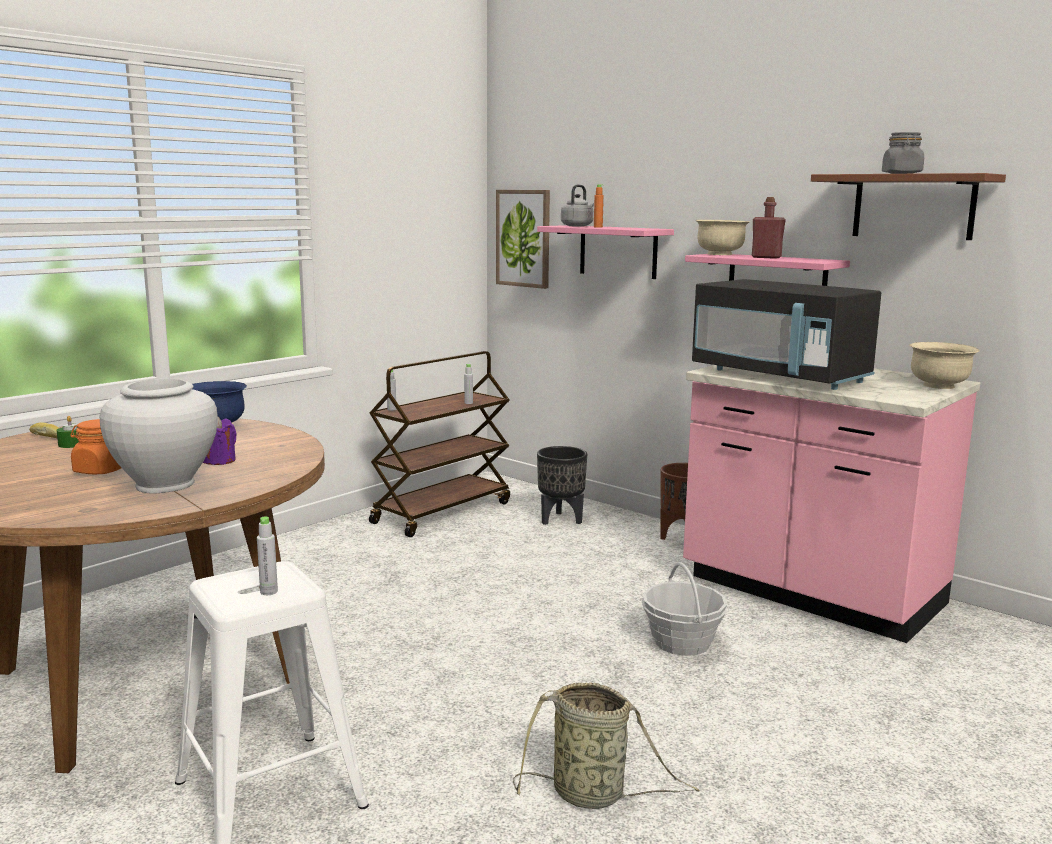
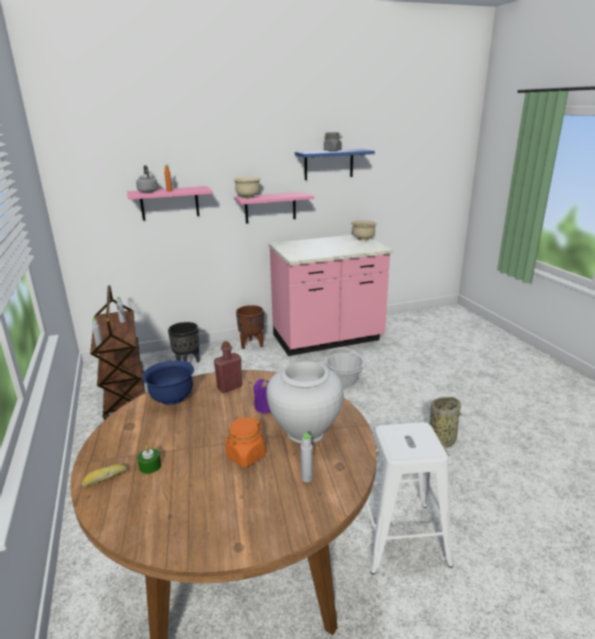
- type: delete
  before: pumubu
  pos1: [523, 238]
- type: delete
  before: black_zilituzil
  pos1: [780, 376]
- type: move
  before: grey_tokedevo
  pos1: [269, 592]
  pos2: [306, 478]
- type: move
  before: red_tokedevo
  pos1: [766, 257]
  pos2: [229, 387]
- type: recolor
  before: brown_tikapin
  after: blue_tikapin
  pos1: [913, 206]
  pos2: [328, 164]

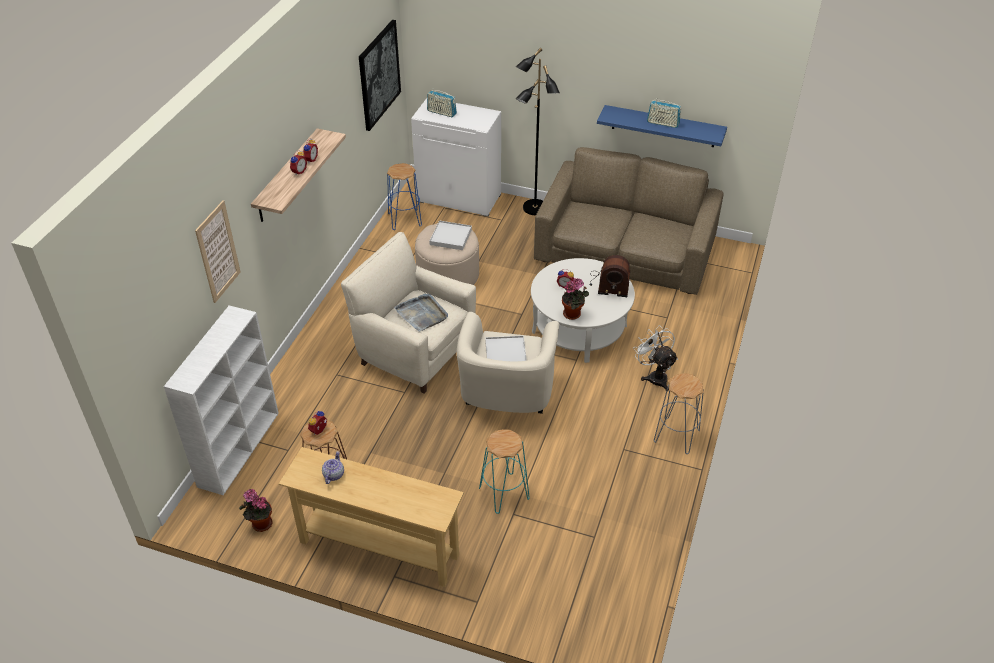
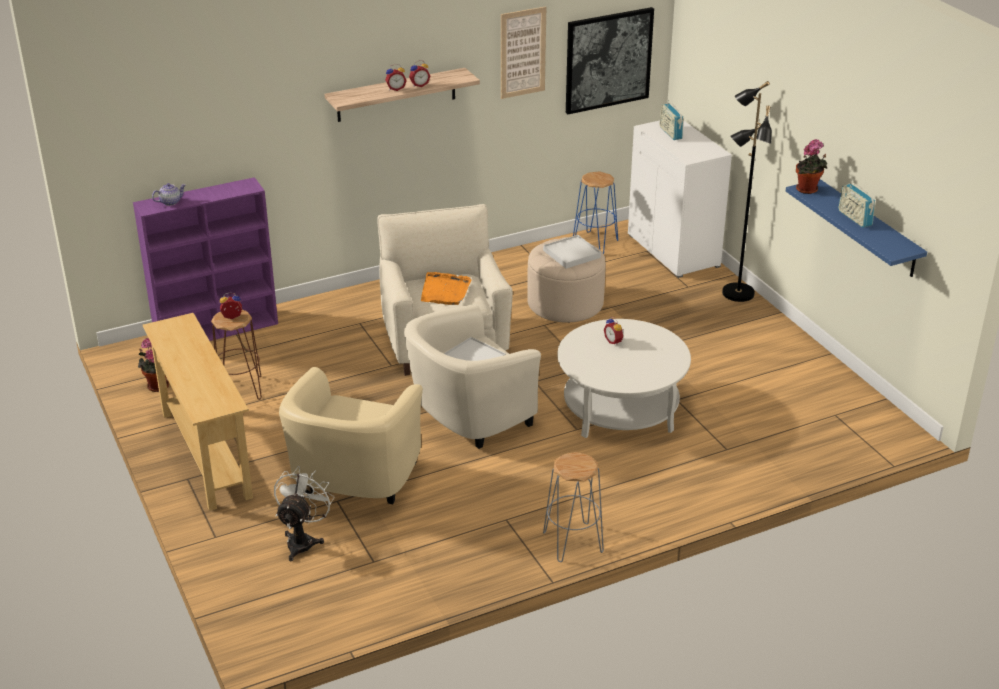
- type: delete
  before: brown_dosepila
  pos1: [625, 250]
- type: delete
  before: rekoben
  pos1: [608, 284]
- type: move
  before: pumubu
  pos1: [218, 252]
  pos2: [523, 52]
- type: move
  before: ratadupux
  pos1: [333, 474]
  pos2: [170, 202]
- type: move
  before: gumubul
  pos1: [573, 314]
  pos2: [808, 190]
- type: move
  before: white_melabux
  pos1: [654, 376]
  pos2: [303, 540]
- type: replace
  before: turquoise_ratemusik
  after: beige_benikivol
  pos1: [503, 493]
  pos2: [353, 482]
- type: recolor
  before: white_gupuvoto
  after: purple_gupuvoto
  pos1: [239, 448]
  pos2: [218, 330]
- type: recolor
  before: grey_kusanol
  after: orange_kusanol
  pos1: [422, 314]
  pos2: [445, 291]

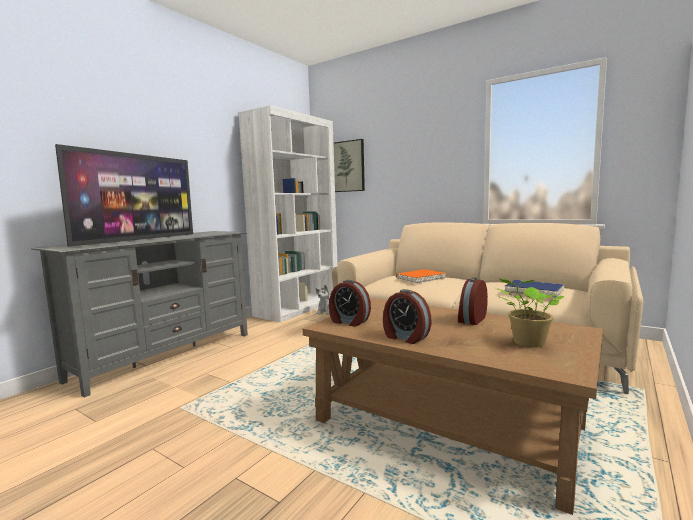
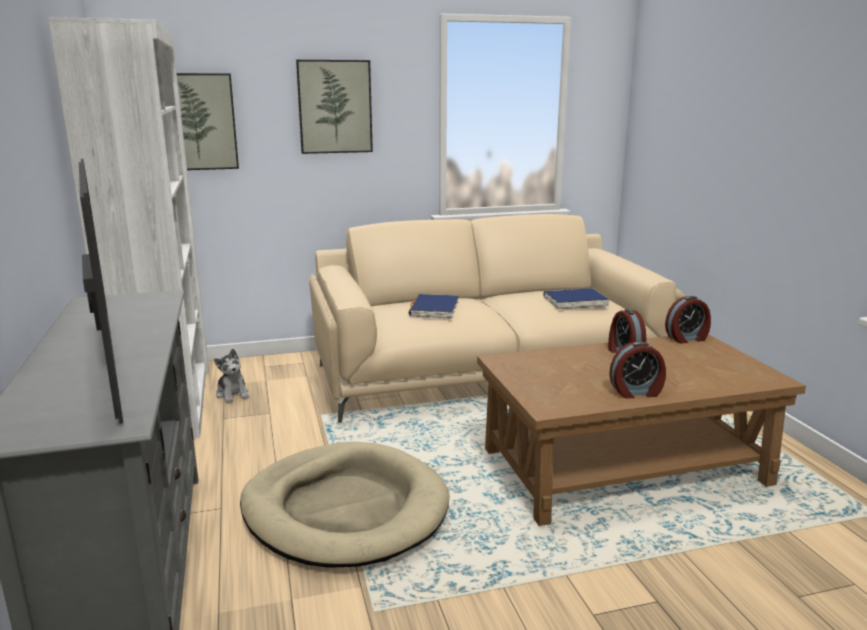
- type: delete
  before: gumubul
  pos1: [527, 343]
- type: insert
  after: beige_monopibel
  pos2: [345, 510]
- type: insert
  after: pumubu
  pos2: [335, 107]
- type: move
  before: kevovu
  pos1: [349, 322]
  pos2: [687, 339]
- type: recolor
  before: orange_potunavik
  after: blue_potunavik
  pos1: [420, 278]
  pos2: [434, 309]

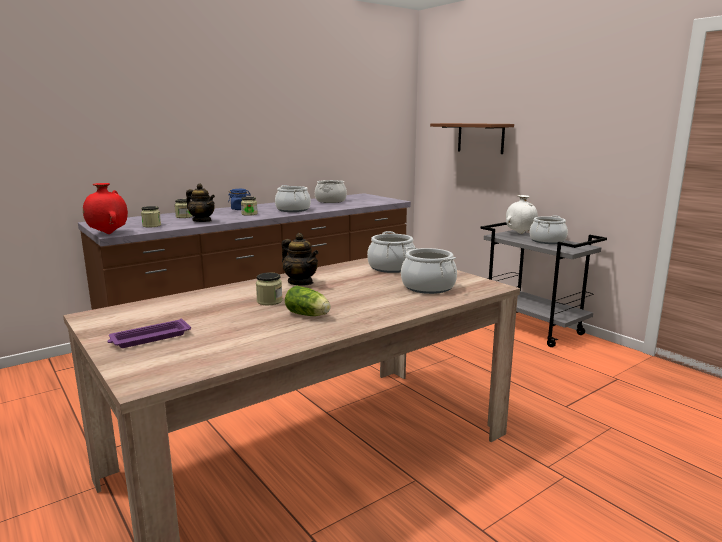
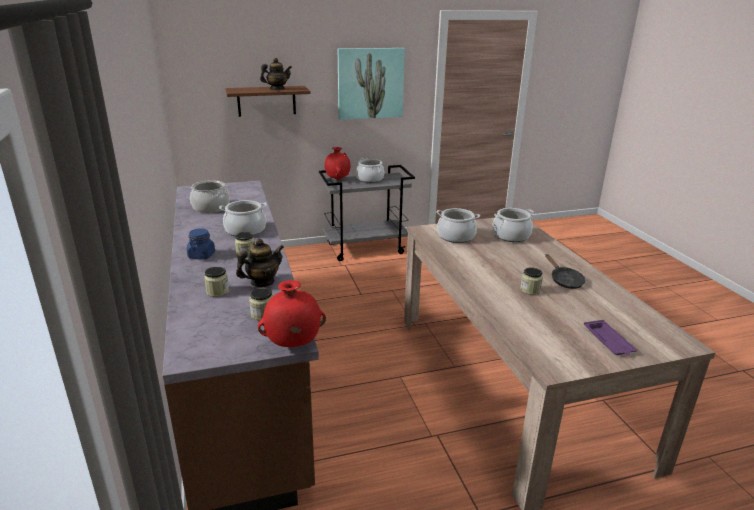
- type: insert
  after: pumubu
  pos2: [370, 83]
- type: move
  before: ratadupux
  pos1: [300, 282]
  pos2: [277, 89]
- type: replace
  before: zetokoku
  after: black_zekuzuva
  pos1: [309, 315]
  pos2: [564, 280]
- type: recolor
  before: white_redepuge
  after: red_redepuge
  pos1: [520, 233]
  pos2: [337, 179]

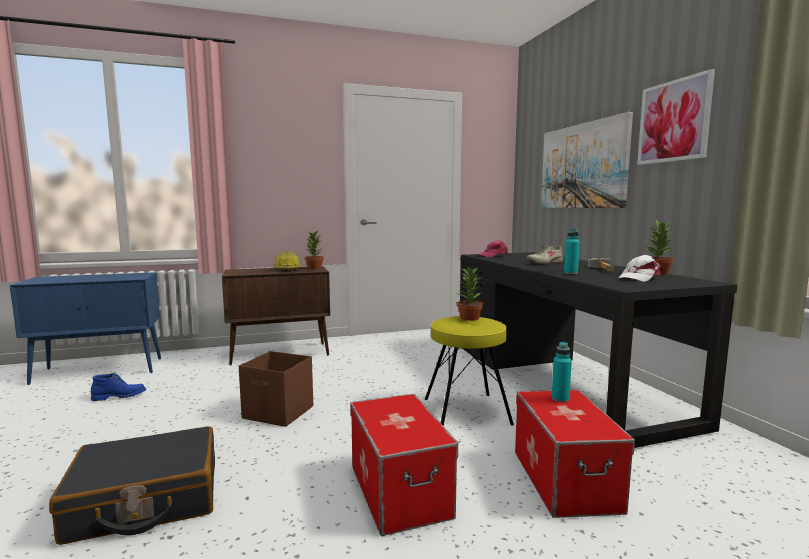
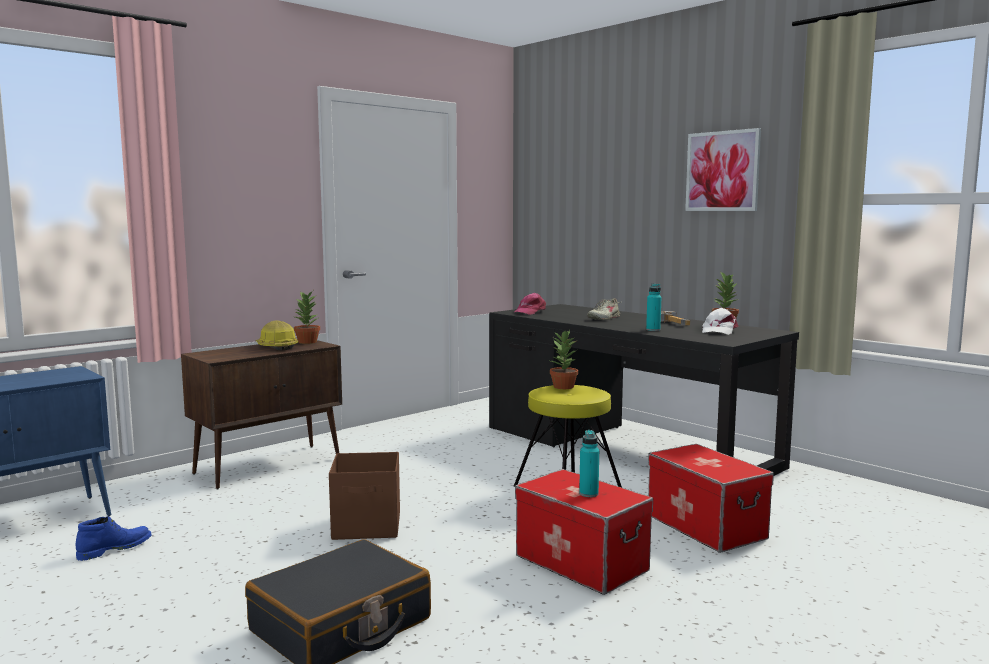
- type: delete
  before: pumubu
  pos1: [582, 166]
- type: move
  before: turquoise_tokedevo
  pos1: [560, 399]
  pos2: [588, 494]

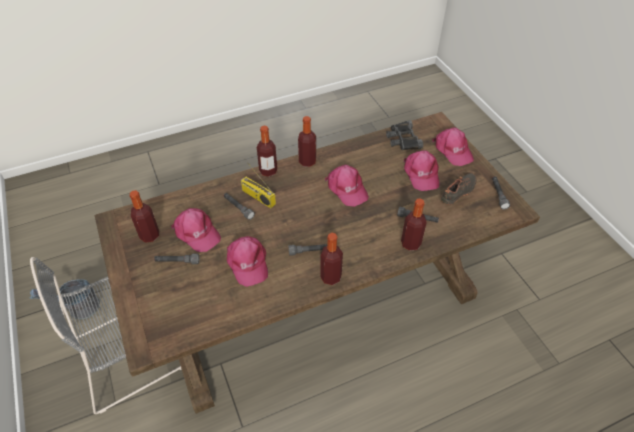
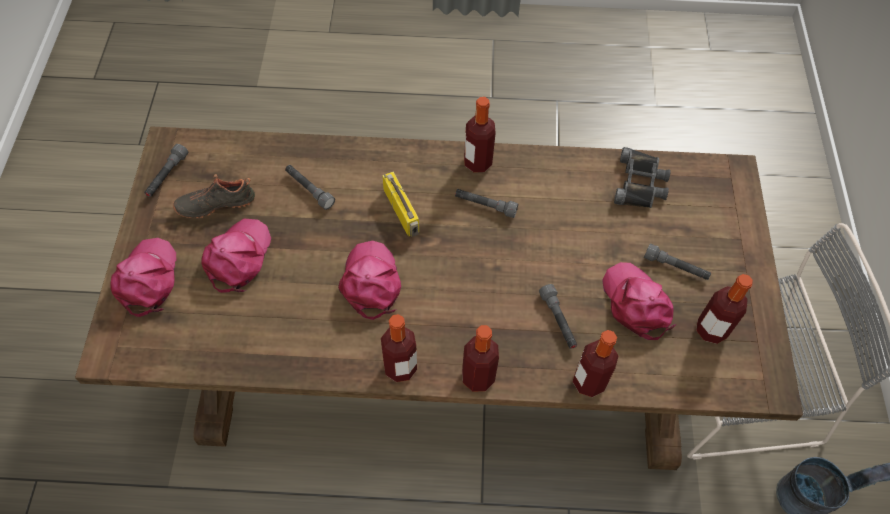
- type: delete
  before: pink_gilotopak
  pos1: [247, 263]
- type: move
  before: rekoben
  pos1: [257, 197]
  pos2: [402, 211]
- type: move
  before: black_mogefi
  pos1: [402, 139]
  pos2: [640, 184]
- type: move
  before: tokedevo
  pos1: [410, 243]
  pos2: [589, 382]

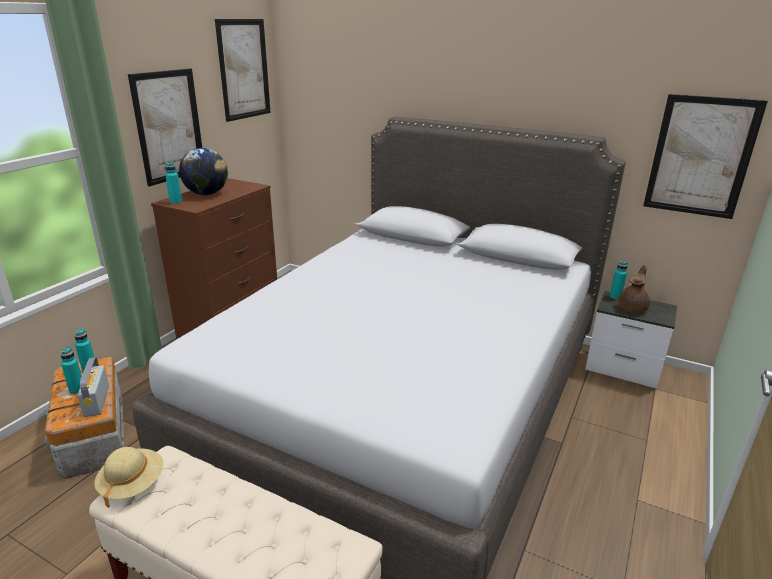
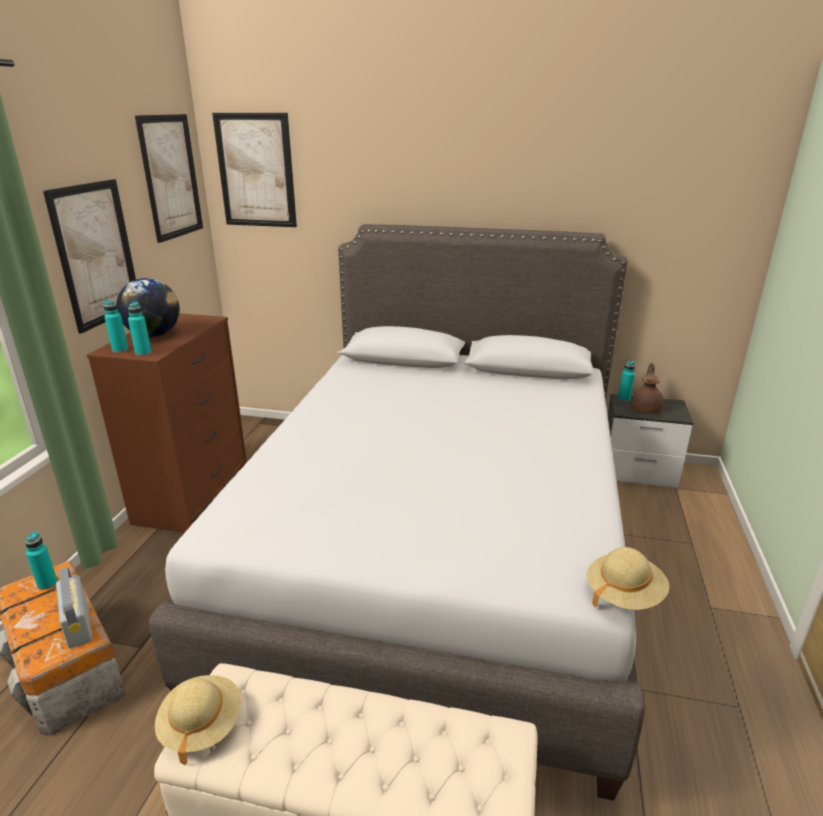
- type: insert
  after: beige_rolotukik
  pos2: [624, 594]
- type: move
  before: turquoise_tokedevo
  pos1: [77, 390]
  pos2: [143, 353]
- type: move
  before: pumubu
  pos1: [700, 157]
  pos2: [256, 171]

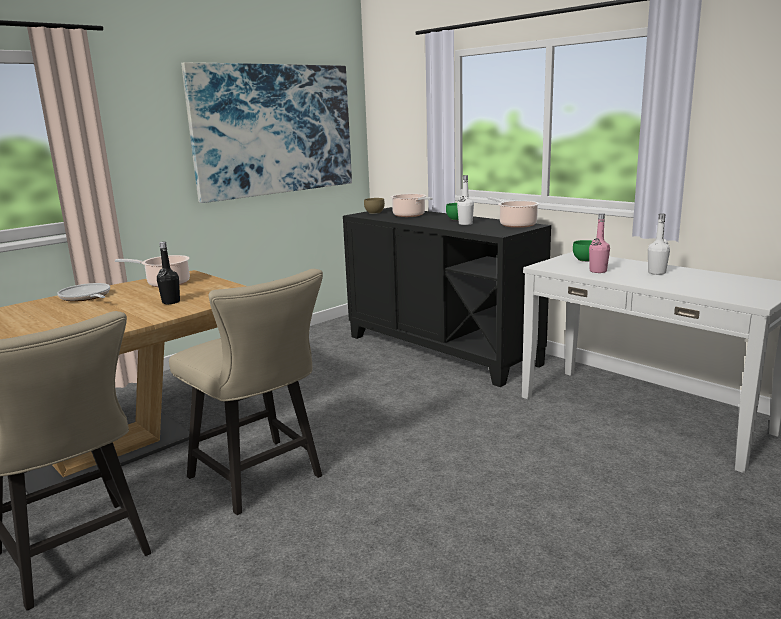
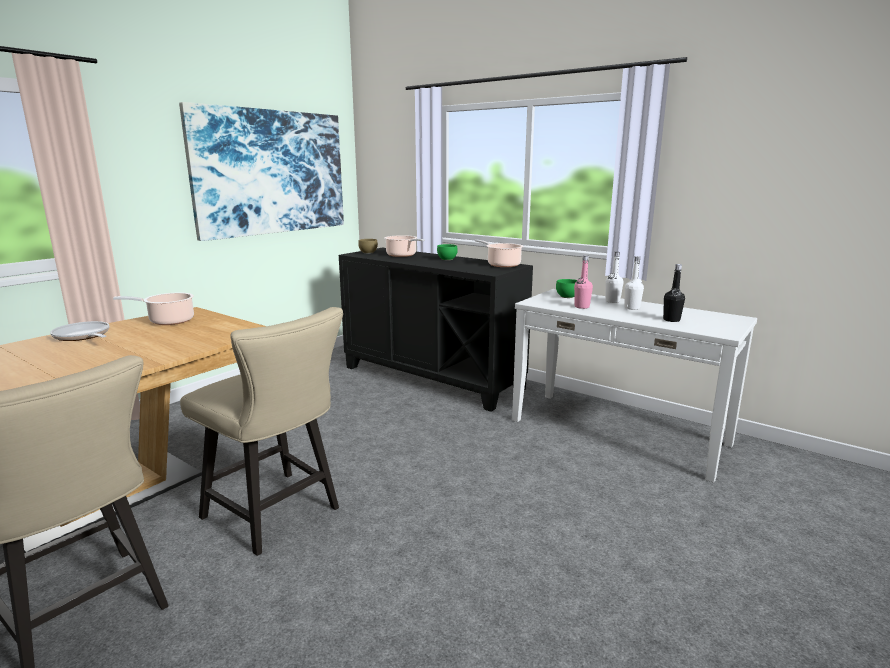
- type: move
  before: black_tokedevo
  pos1: [171, 302]
  pos2: [671, 320]
- type: move
  before: white_tokedevo
  pos1: [465, 224]
  pos2: [612, 301]

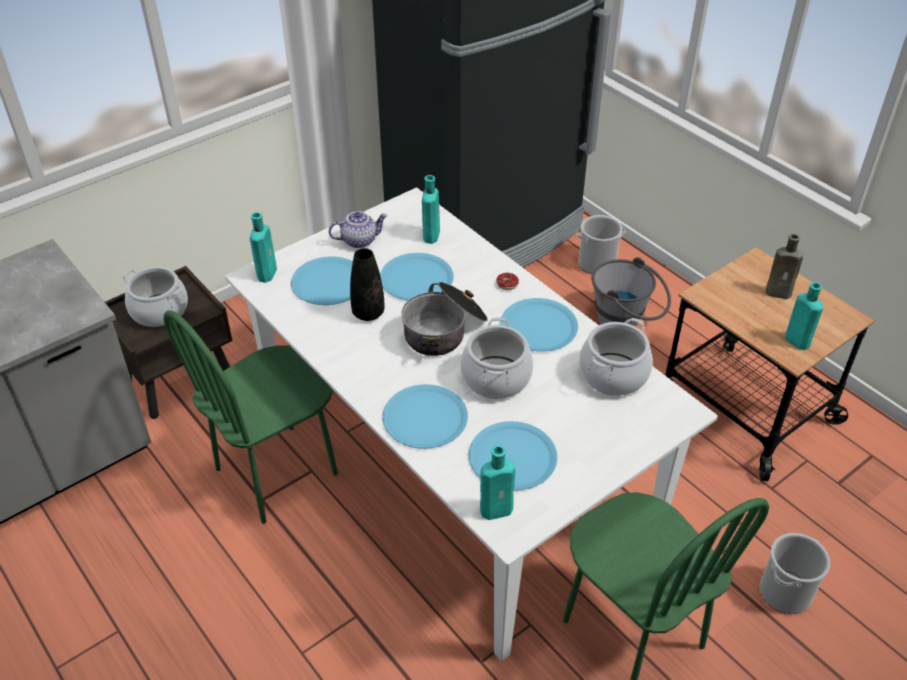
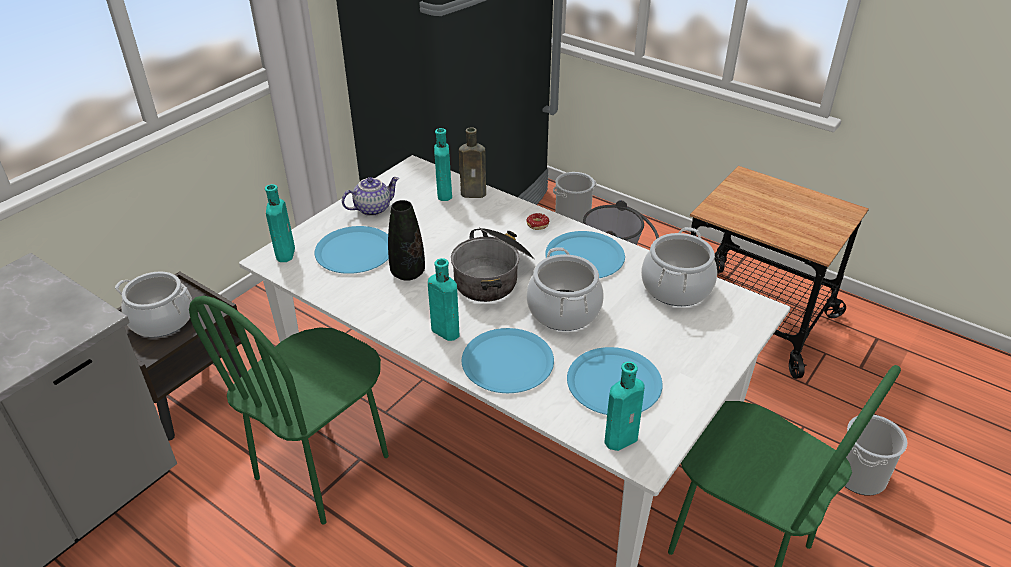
- type: delete
  before: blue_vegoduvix
  pos1: [416, 278]
- type: move
  before: brown_tokedevo
  pos1: [780, 293]
  pos2: [475, 193]
- type: move
  before: turquoise_tokedevo
  pos1: [795, 340]
  pos2: [443, 330]

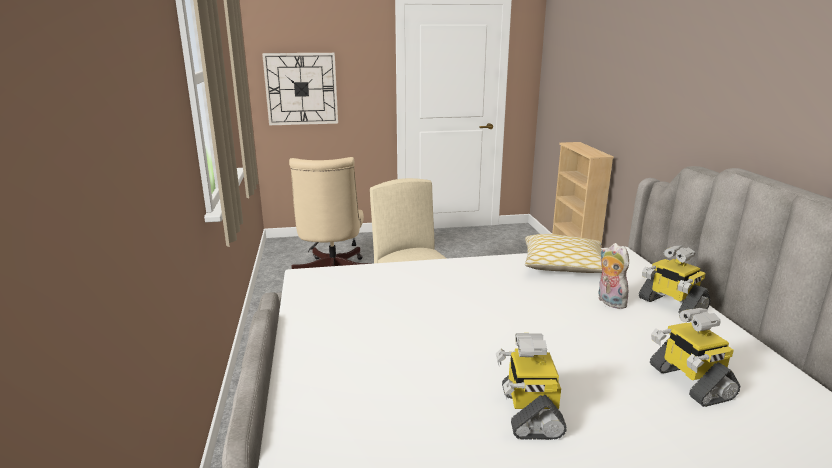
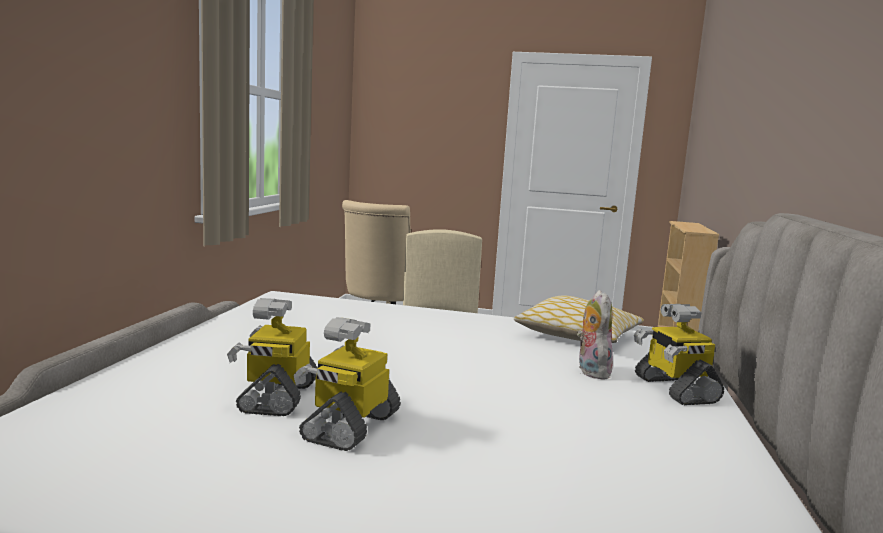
- type: delete
  before: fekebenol
  pos1: [301, 89]
- type: move
  before: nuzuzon
  pos1: [689, 382]
  pos2: [277, 397]

